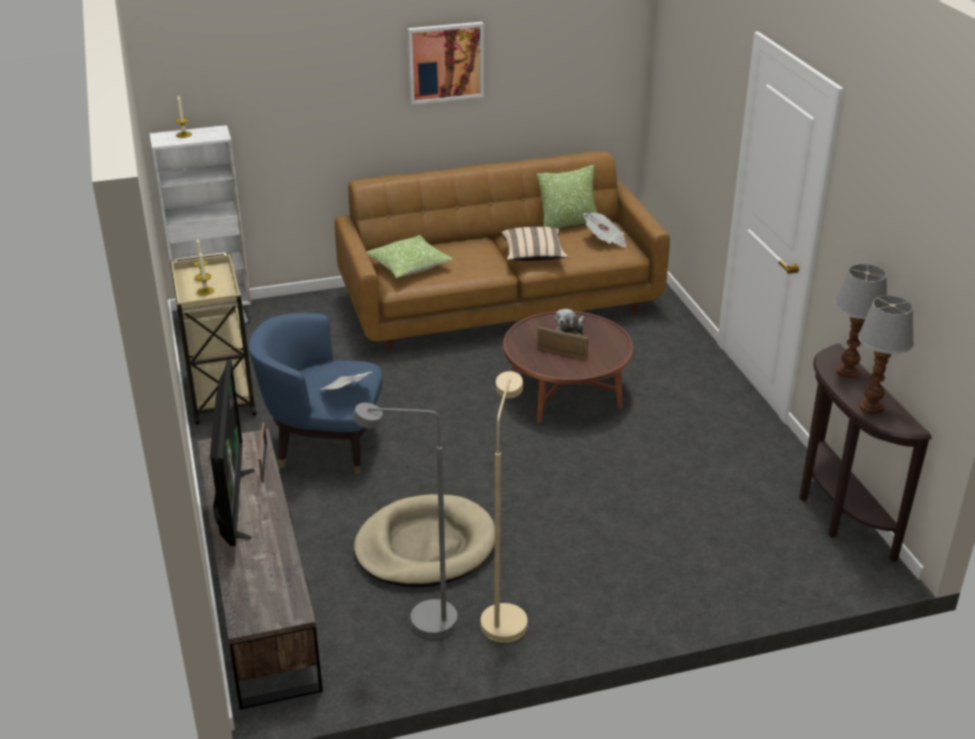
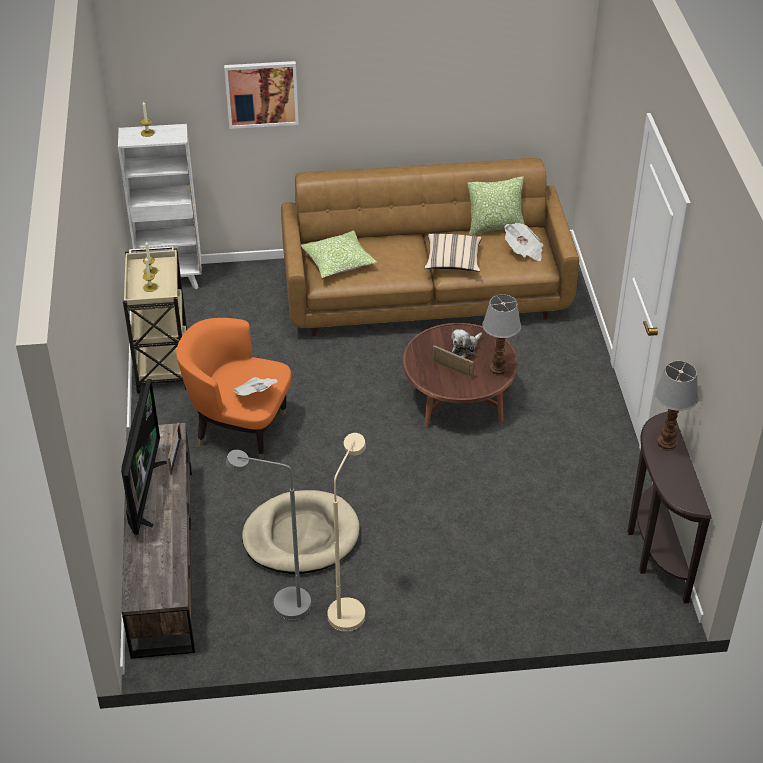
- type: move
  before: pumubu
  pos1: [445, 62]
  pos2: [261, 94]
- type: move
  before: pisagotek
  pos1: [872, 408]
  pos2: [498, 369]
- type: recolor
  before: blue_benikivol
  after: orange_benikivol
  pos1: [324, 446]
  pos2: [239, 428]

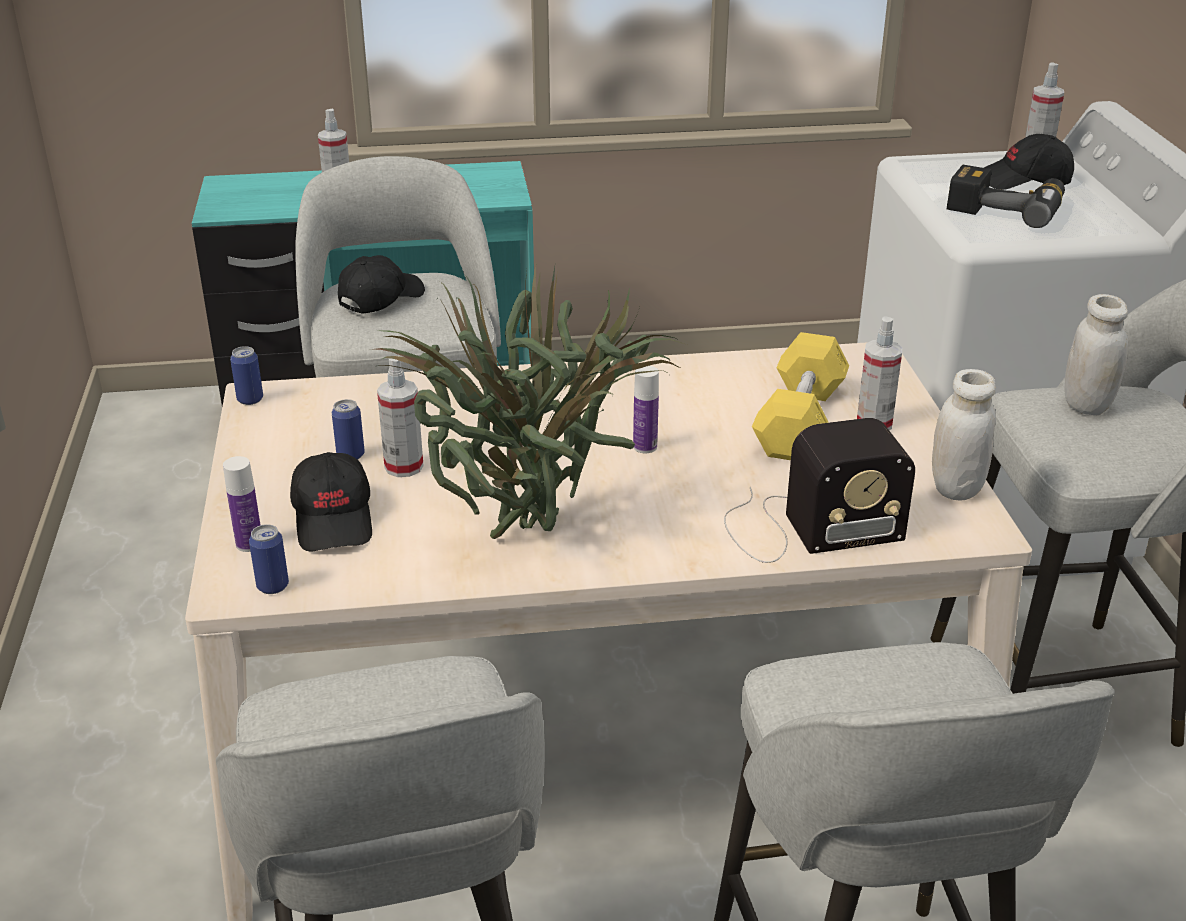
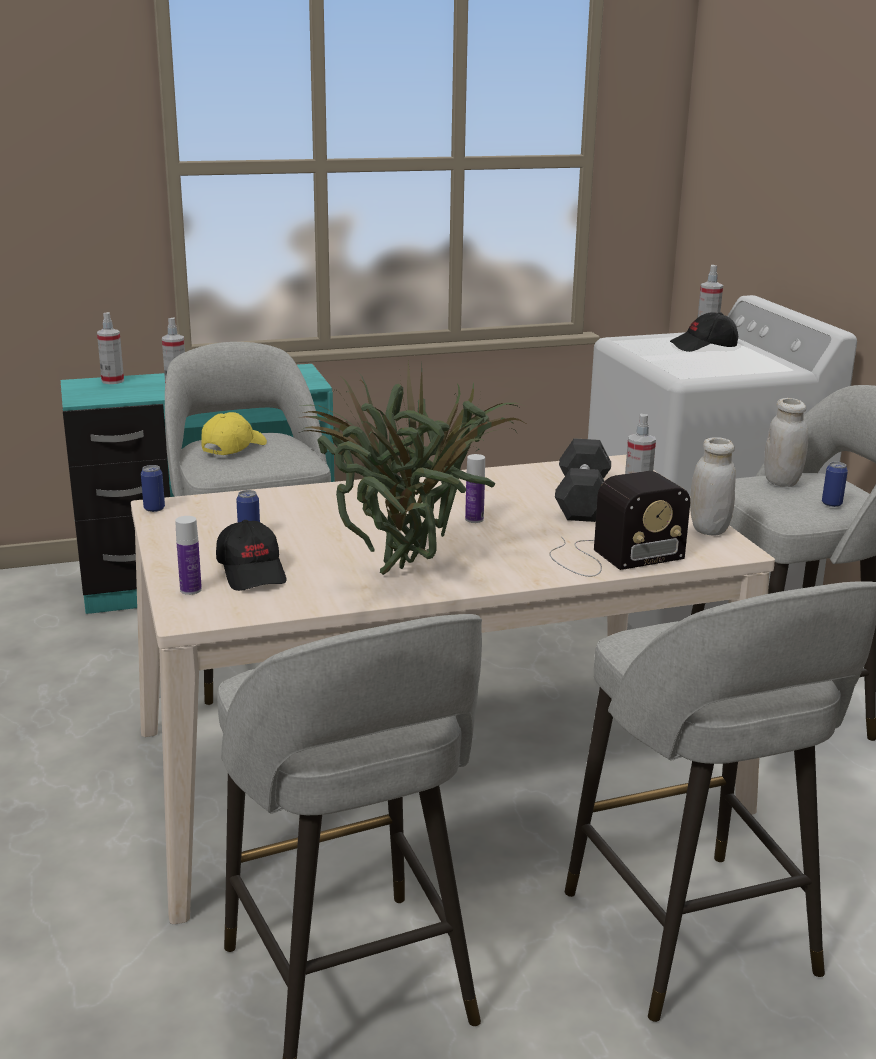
- type: delete
  before: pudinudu
  pos1: [1006, 208]
- type: move
  before: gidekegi
  pos1: [273, 586]
  pos2: [831, 504]
- type: move
  before: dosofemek
  pos1: [404, 466]
  pos2: [112, 381]
- type: recolor
  before: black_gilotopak
  after: yellow_gilotopak
  pos1: [381, 298]
  pos2: [233, 447]
- type: recolor
  before: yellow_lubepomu
  after: grey_lubepomu
  pos1: [799, 421]
  pos2: [582, 500]

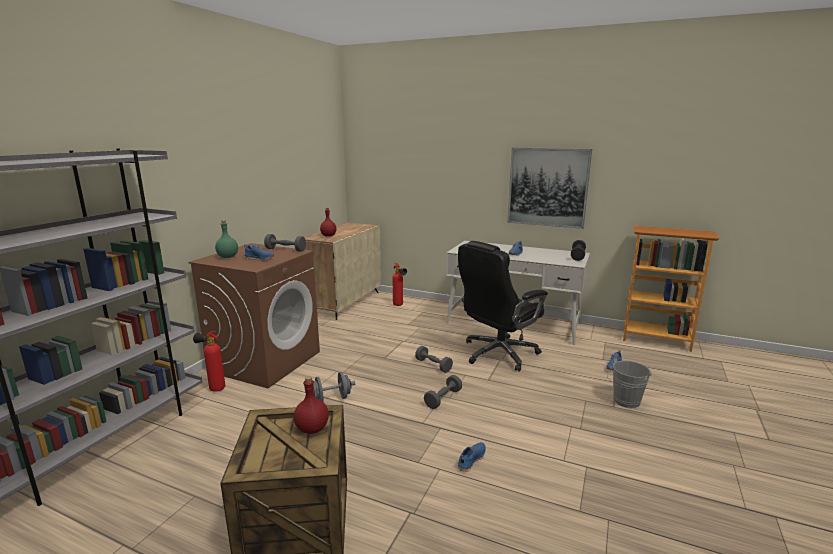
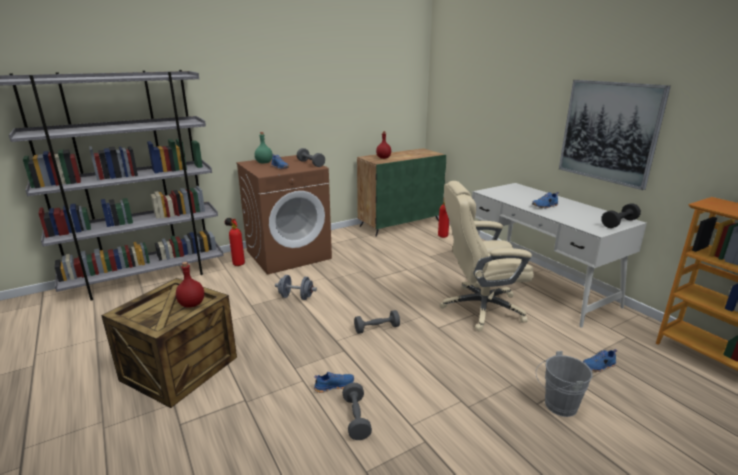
- type: move
  before: grey_lubepomu
  pos1: [433, 365]
  pos2: [356, 418]
- type: recolor
  before: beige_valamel
  after: green_valamel
  pos1: [345, 302]
  pos2: [400, 223]
- type: recolor
  before: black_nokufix
  after: beige_nokufix
  pos1: [498, 354]
  pos2: [480, 308]

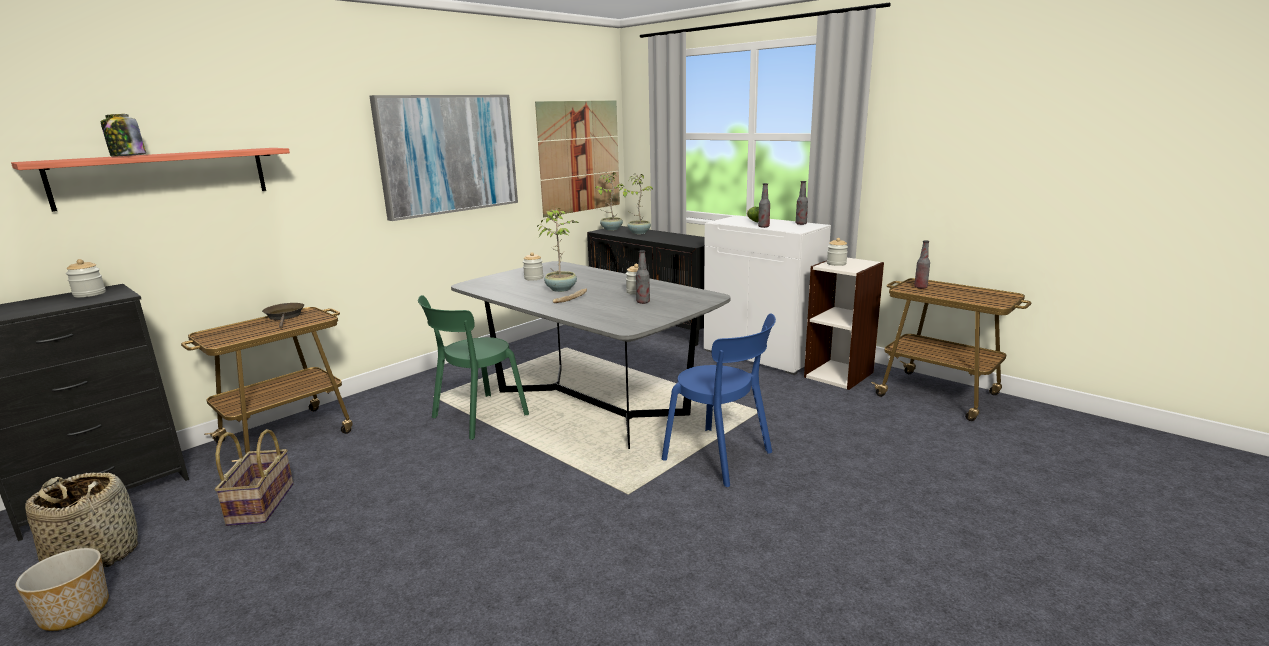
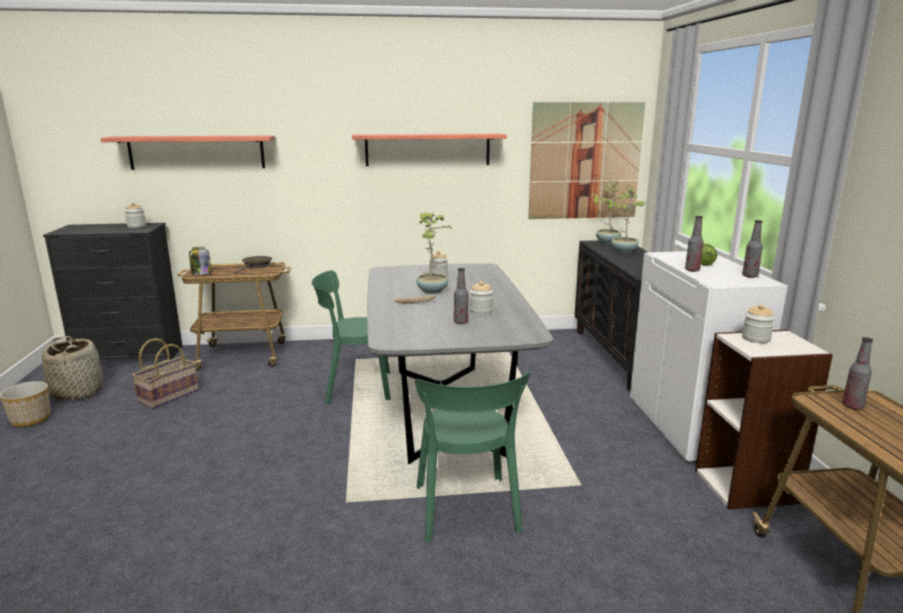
- type: move
  before: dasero
  pos1: [128, 156]
  pos2: [201, 274]
- type: replace
  before: pumubu
  after: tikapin
  pos1: [448, 154]
  pos2: [427, 149]
- type: recolor
  before: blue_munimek
  after: green_munimek
  pos1: [721, 458]
  pos2: [467, 512]

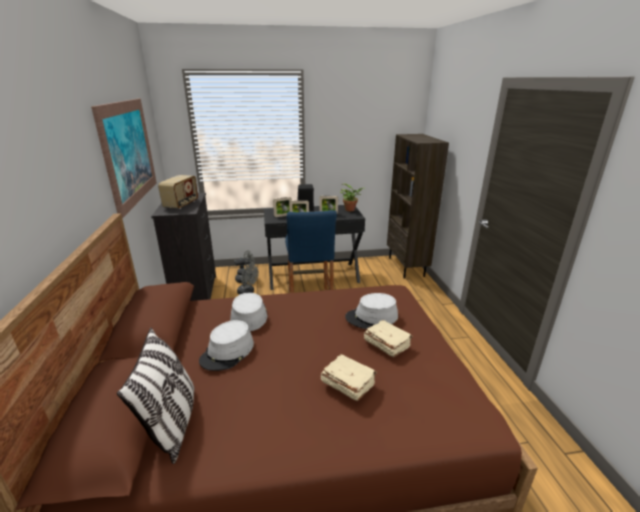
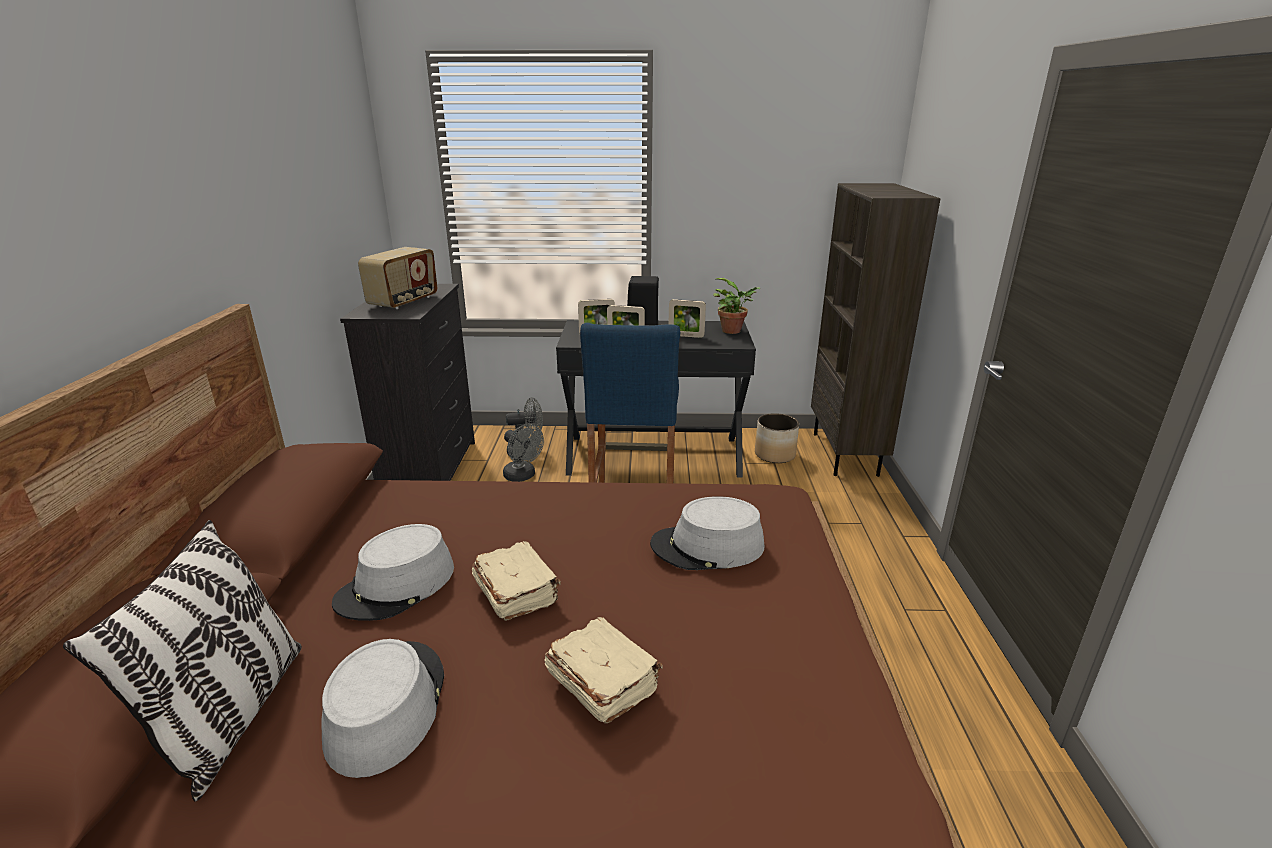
- type: delete
  before: pumubu
  pos1: [129, 152]
- type: insert
  after: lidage
  pos2: [775, 454]
- type: move
  before: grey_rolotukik
  pos1: [248, 315]
  pos2: [385, 706]
- type: move
  before: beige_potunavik
  pos1: [386, 344]
  pos2: [516, 592]

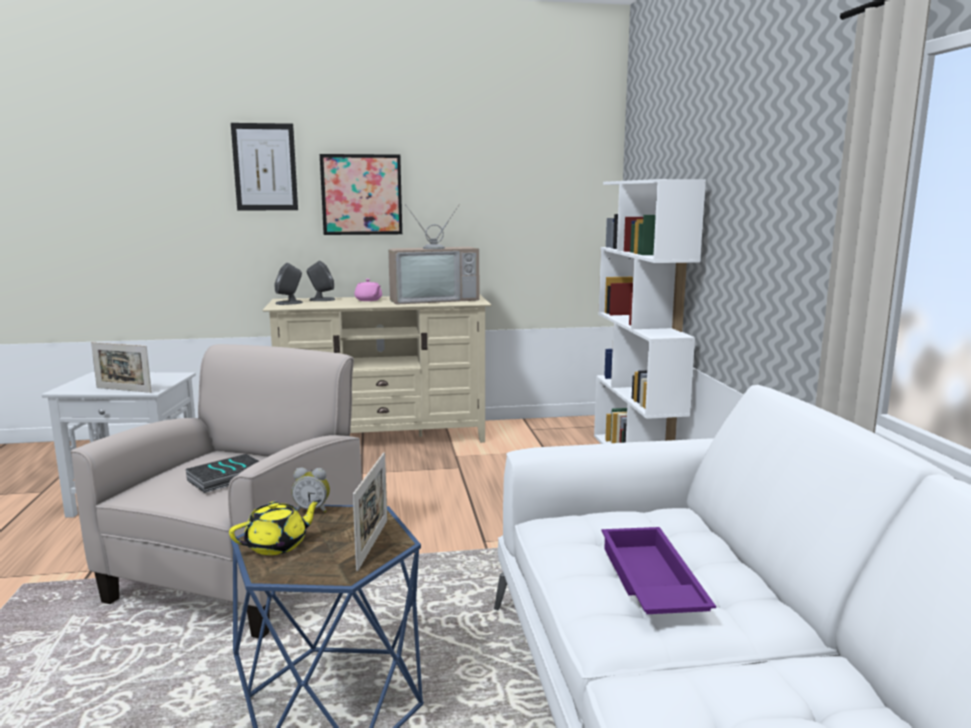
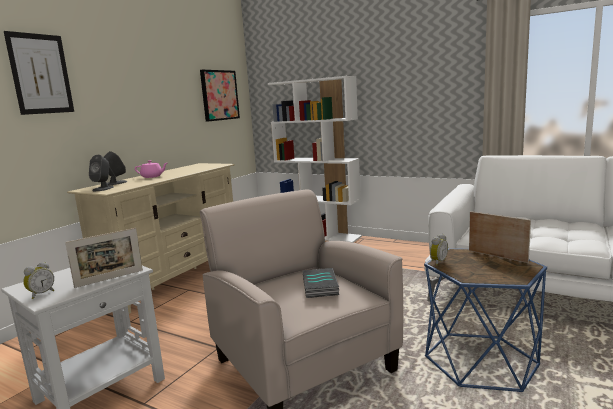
- type: delete
  before: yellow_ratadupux
  pos1: [277, 545]
- type: delete
  before: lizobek
  pos1: [433, 299]
- type: delete
  before: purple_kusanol
  pos1: [648, 582]
- type: insert
  after: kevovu
  pos2: [41, 294]
- type: move
  before: pumubu
  pos1: [361, 194]
  pos2: [219, 95]

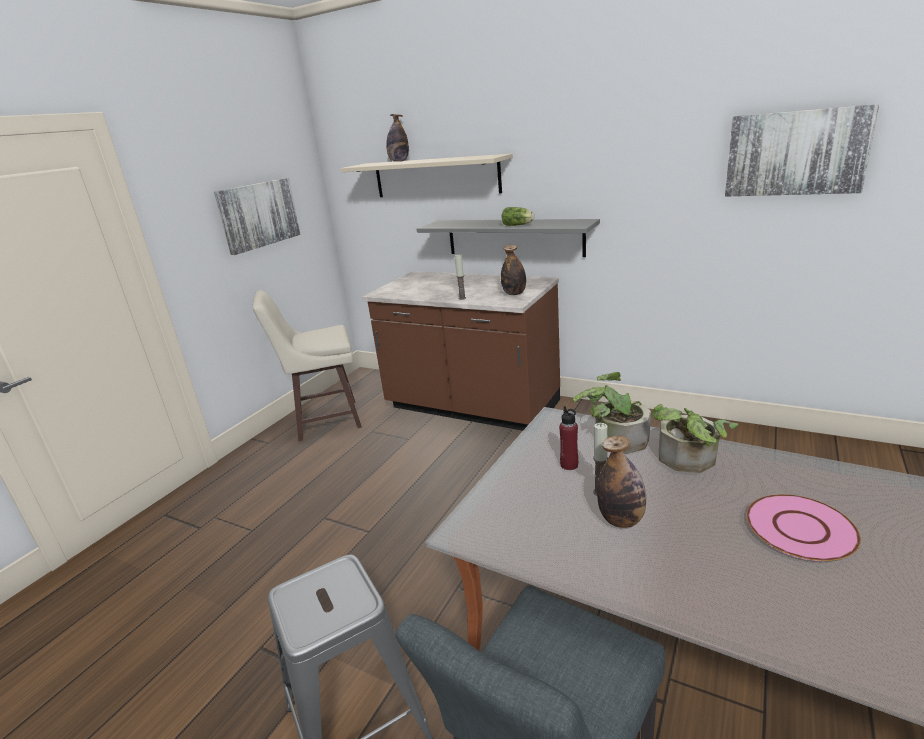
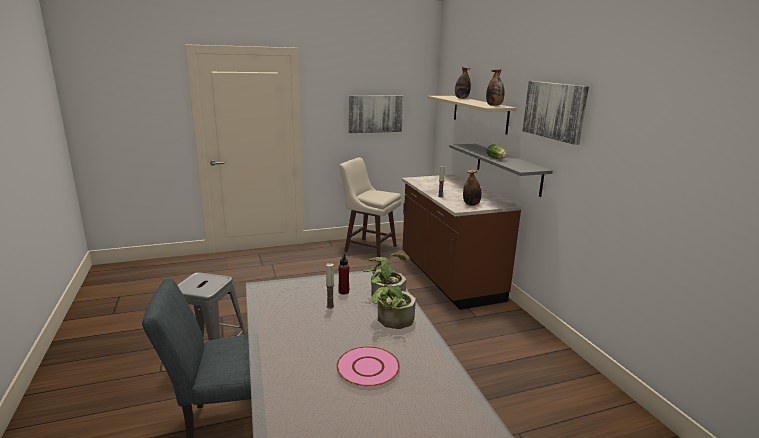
- type: move
  before: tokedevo
  pos1: [621, 520]
  pos2: [494, 105]
- type: move
  before: pumubu
  pos1: [795, 153]
  pos2: [554, 110]

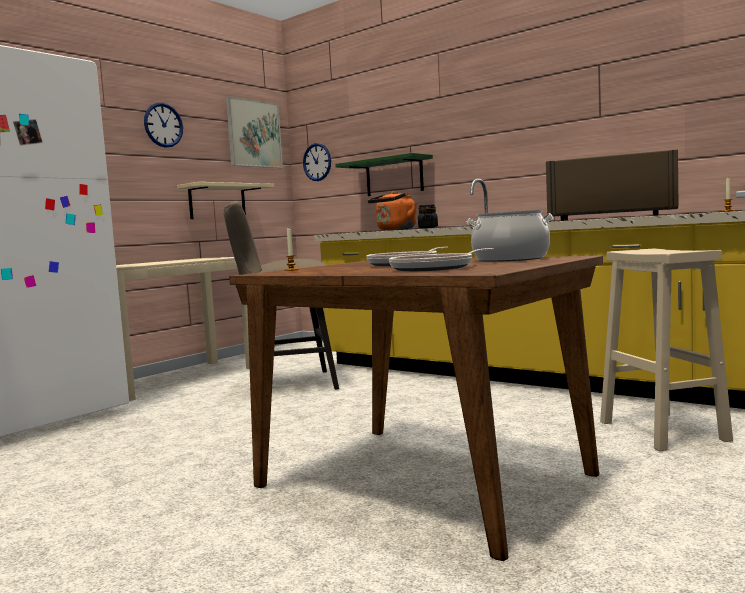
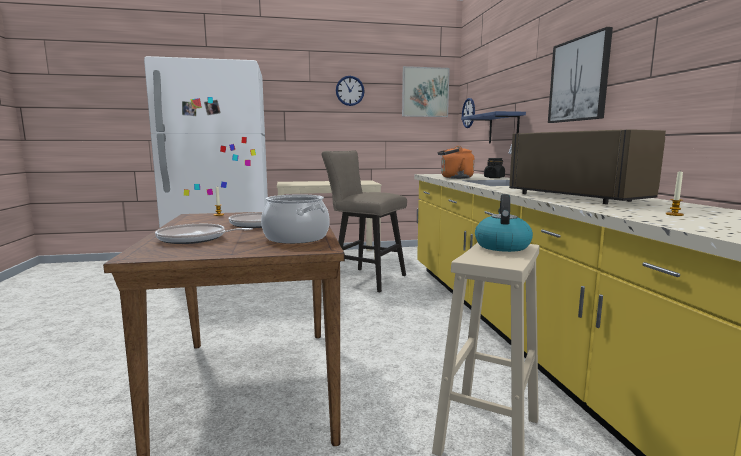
- type: delete
  before: beige_tikapin
  pos1: [217, 202]
- type: insert
  after: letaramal
  pos2: [502, 246]
- type: insert
  after: pumubu
  pos2: [579, 80]
- type: recolor
  before: green_tikapin
  after: blue_tikapin
  pos1: [394, 176]
  pos2: [503, 129]

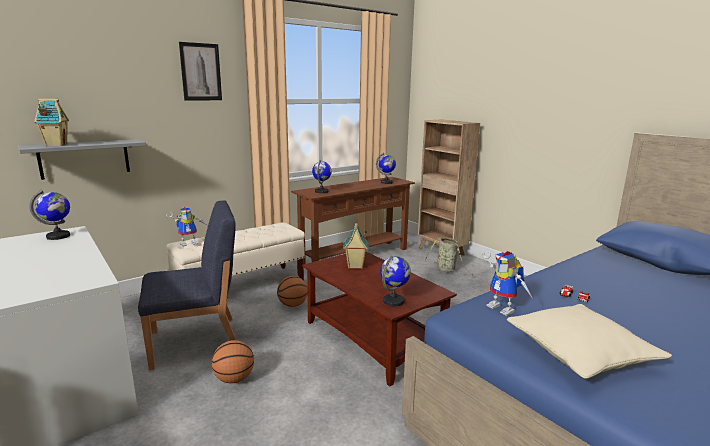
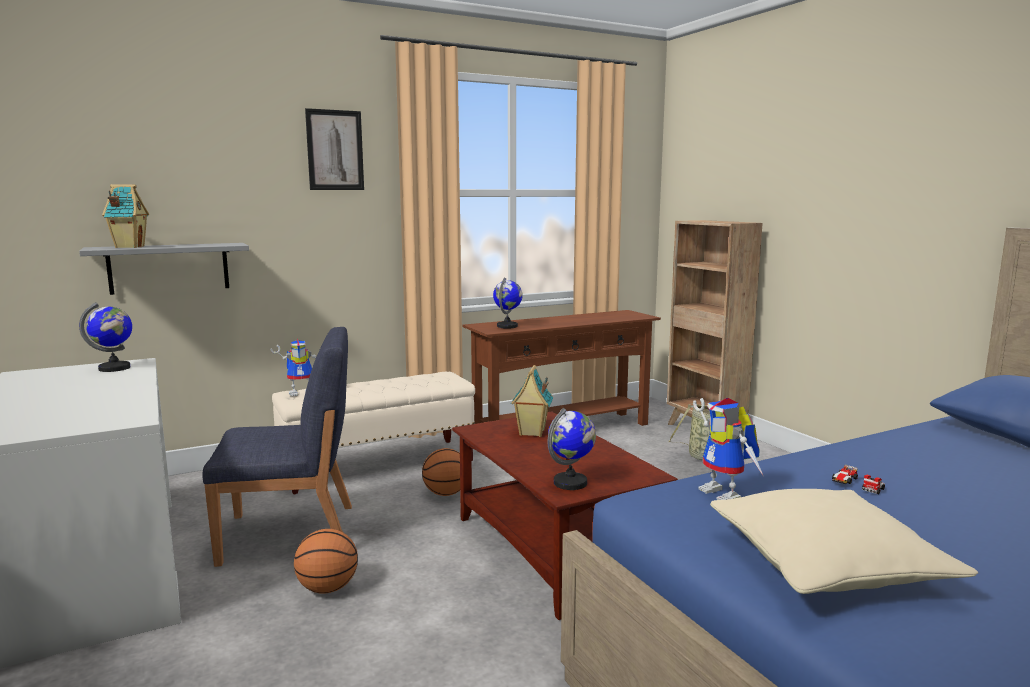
- type: delete
  before: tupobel
  pos1: [386, 182]

